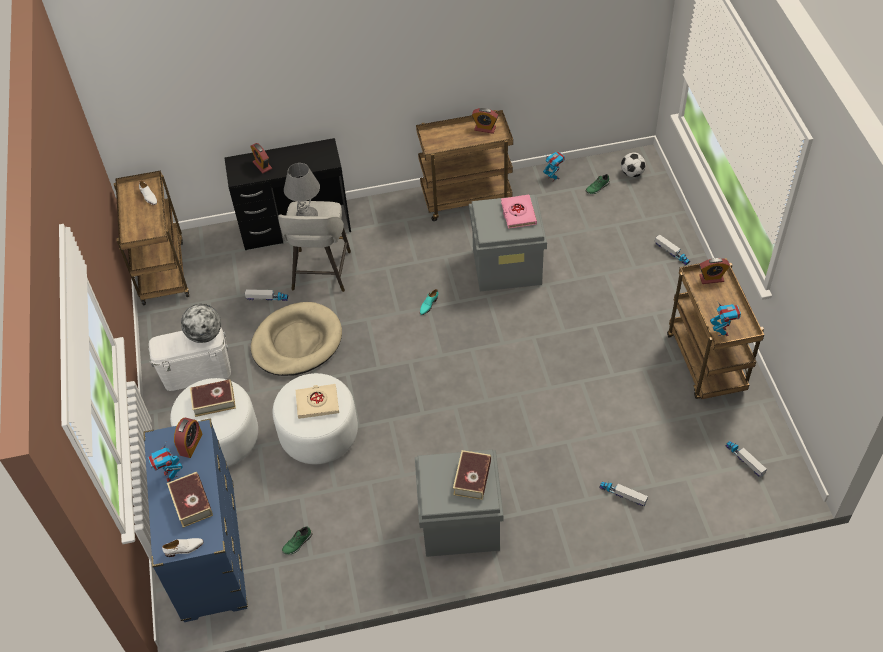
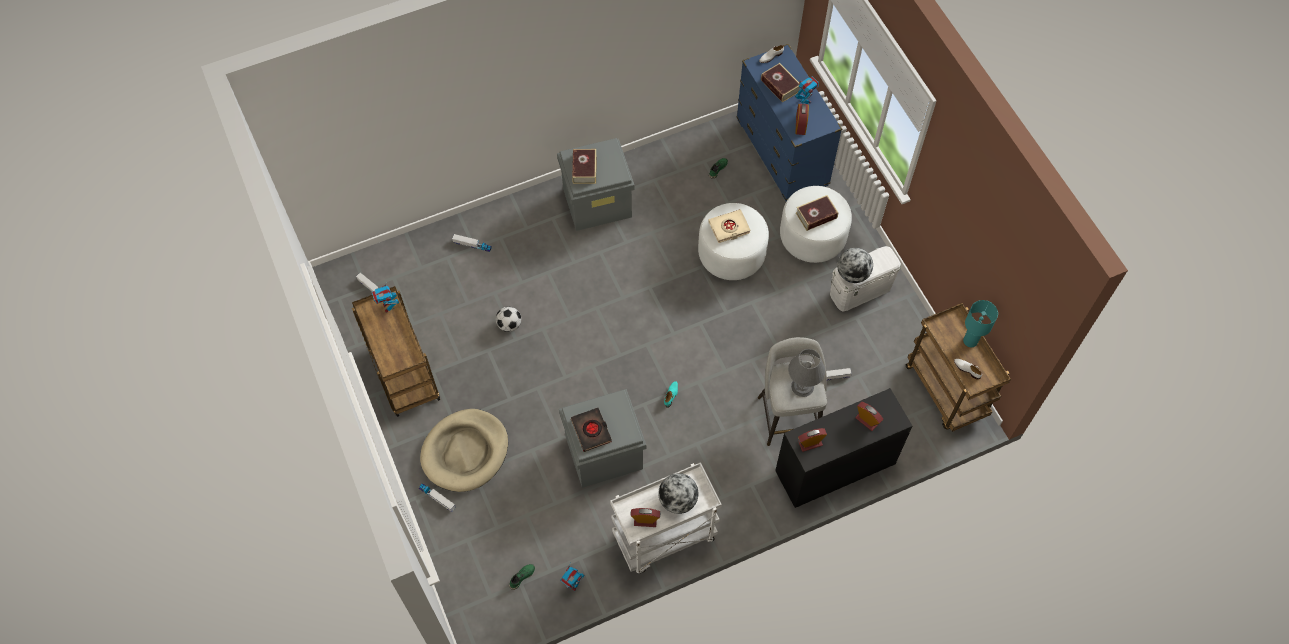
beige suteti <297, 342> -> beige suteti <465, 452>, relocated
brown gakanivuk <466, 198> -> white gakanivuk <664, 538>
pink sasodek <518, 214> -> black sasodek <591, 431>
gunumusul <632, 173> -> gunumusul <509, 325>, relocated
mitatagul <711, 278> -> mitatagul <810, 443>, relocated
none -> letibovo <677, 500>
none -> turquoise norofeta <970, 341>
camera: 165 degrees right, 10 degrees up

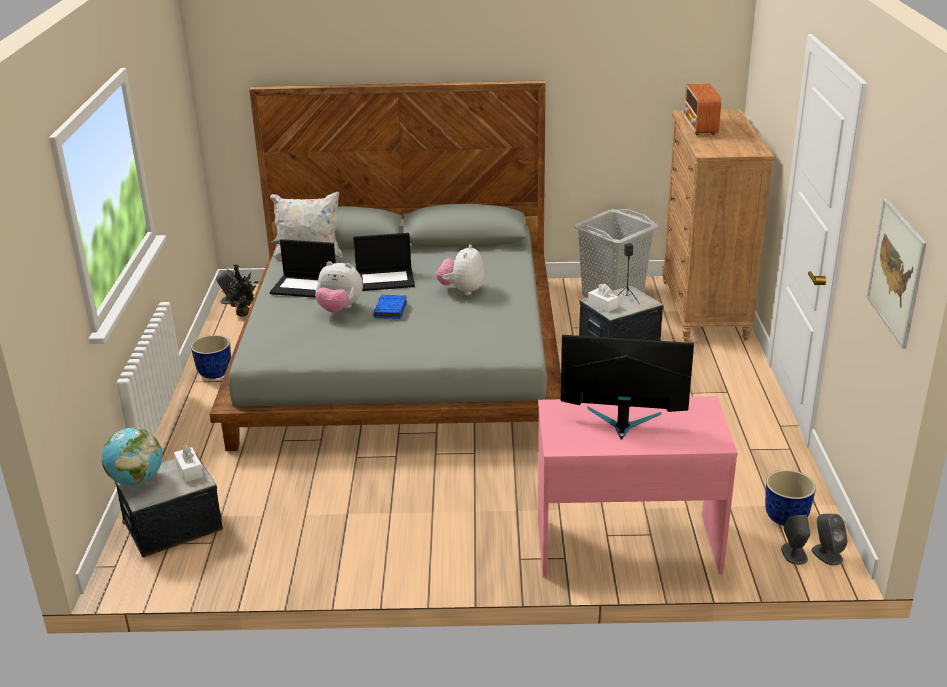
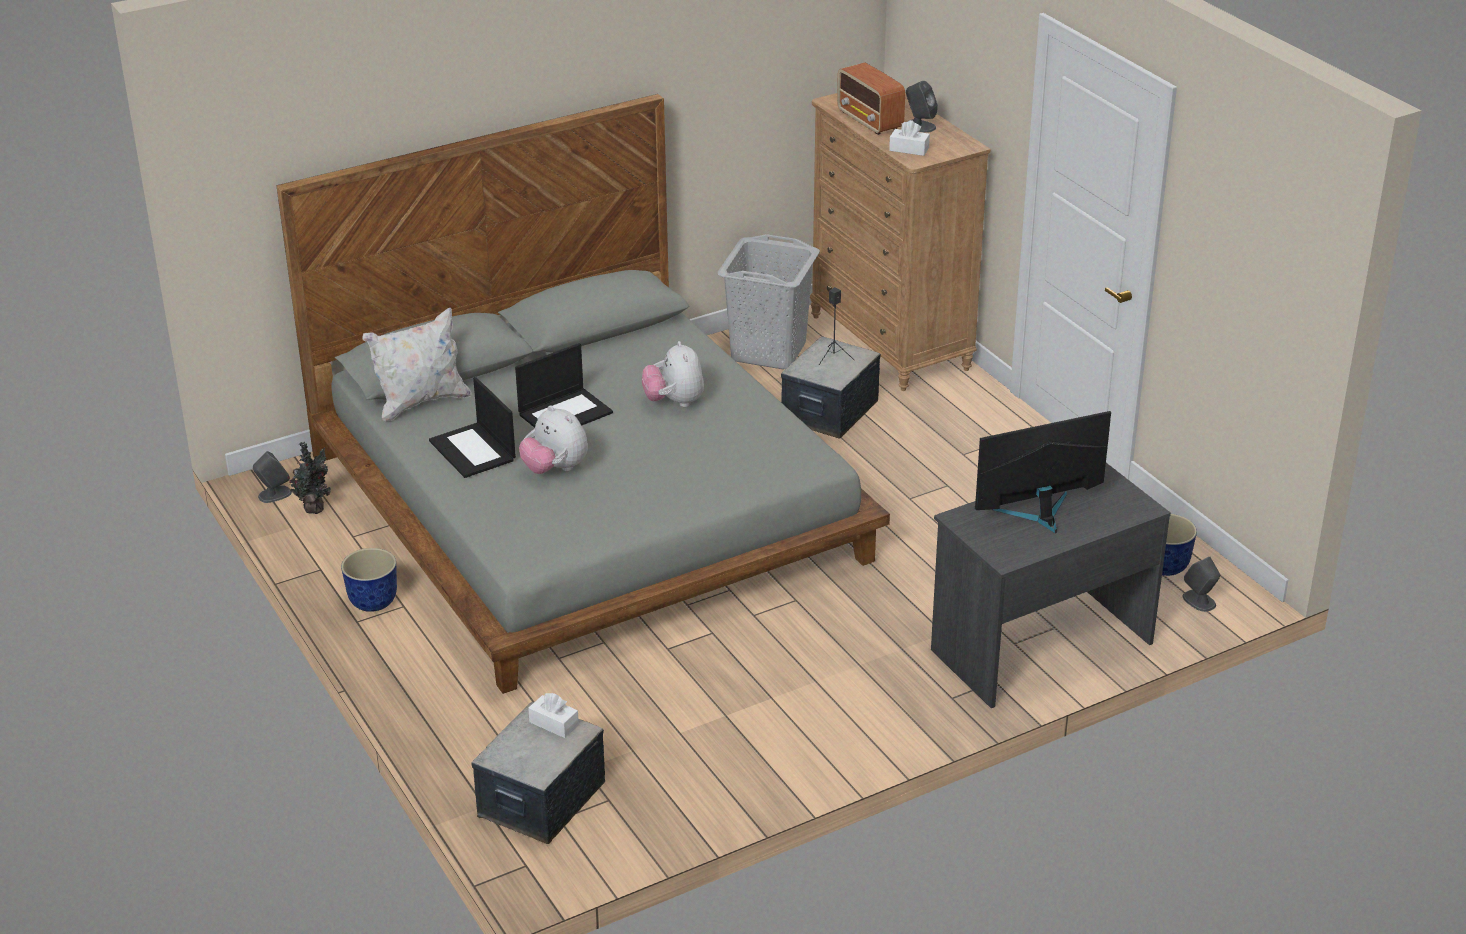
letibovo <137, 480> -> none
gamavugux <305, 286> -> gamavugux <473, 451>, 75 degrees clockwise
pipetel <339, 309> -> pipetel <555, 469>, 60 degrees clockwise
blue sasodek <390, 310> -> none
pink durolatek <626, 543> -> grey durolatek <1039, 645>
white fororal <602, 305> -> white fororal <909, 149>, relocated
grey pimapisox <826, 554> -> grey pimapisox <919, 126>, relocated
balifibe <896, 272> -> none
camera: 30 degrees left, 5 degrees up

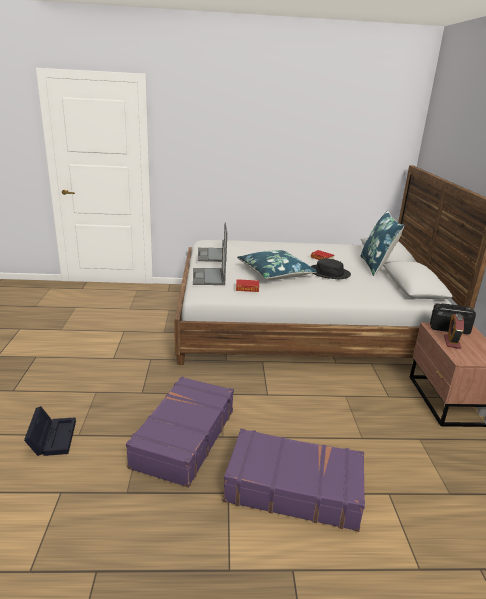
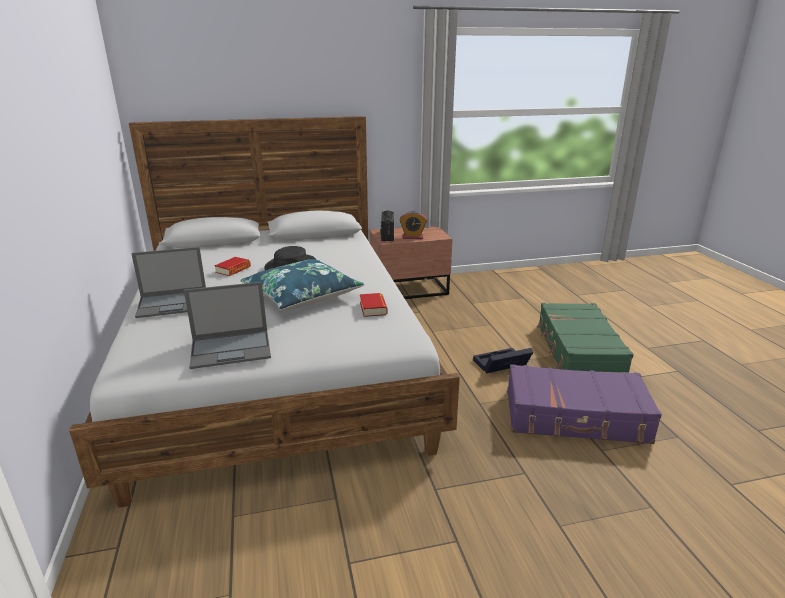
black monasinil <52, 437> -> black monasinil <500, 365>, relocated
gamavugux <208, 277> -> gamavugux <174, 303>, relocated
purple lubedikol <293, 488> -> green lubedikol <578, 351>
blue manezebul <376, 266> -> none
camera: 100 degrees left, 0 degrees up

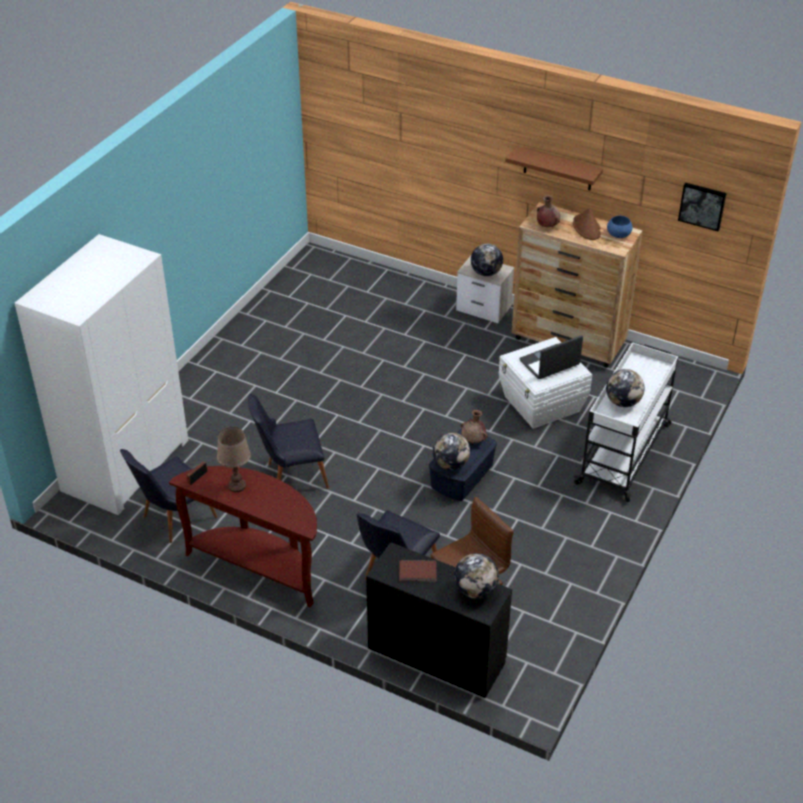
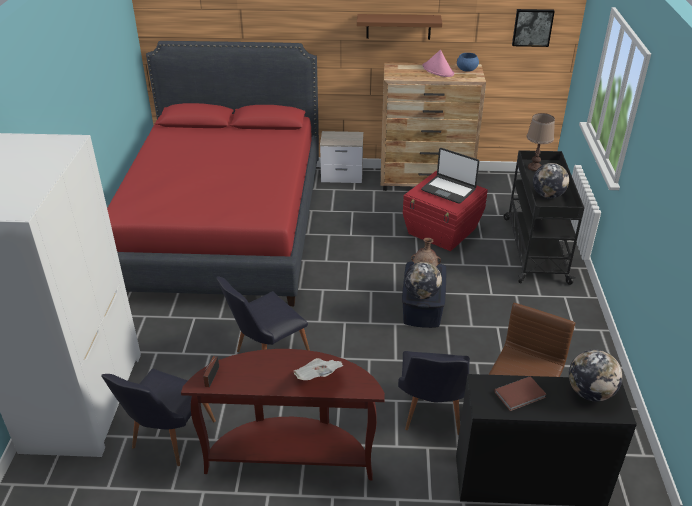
brown norofeta <236, 486> -> brown norofeta <534, 167>, relocated
letibovo <486, 273> -> none
white monasinil <541, 404> -> red monasinil <442, 231>
gamavugux <549, 363> -> gamavugux <448, 190>, 90 degrees counterclockwise
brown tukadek <547, 226> -> none
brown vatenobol <587, 228> -> pink vatenobol <438, 70>
white gakanivuk <624, 453> -> black gakanivuk <535, 249>
none -> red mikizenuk <224, 227>
none -> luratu <318, 378>
camera: 25 degrees left, 5 degrees down

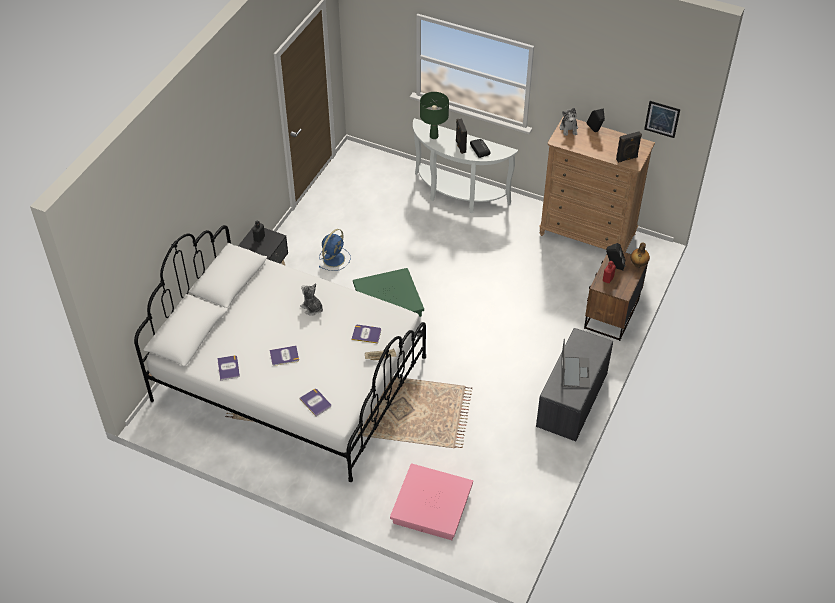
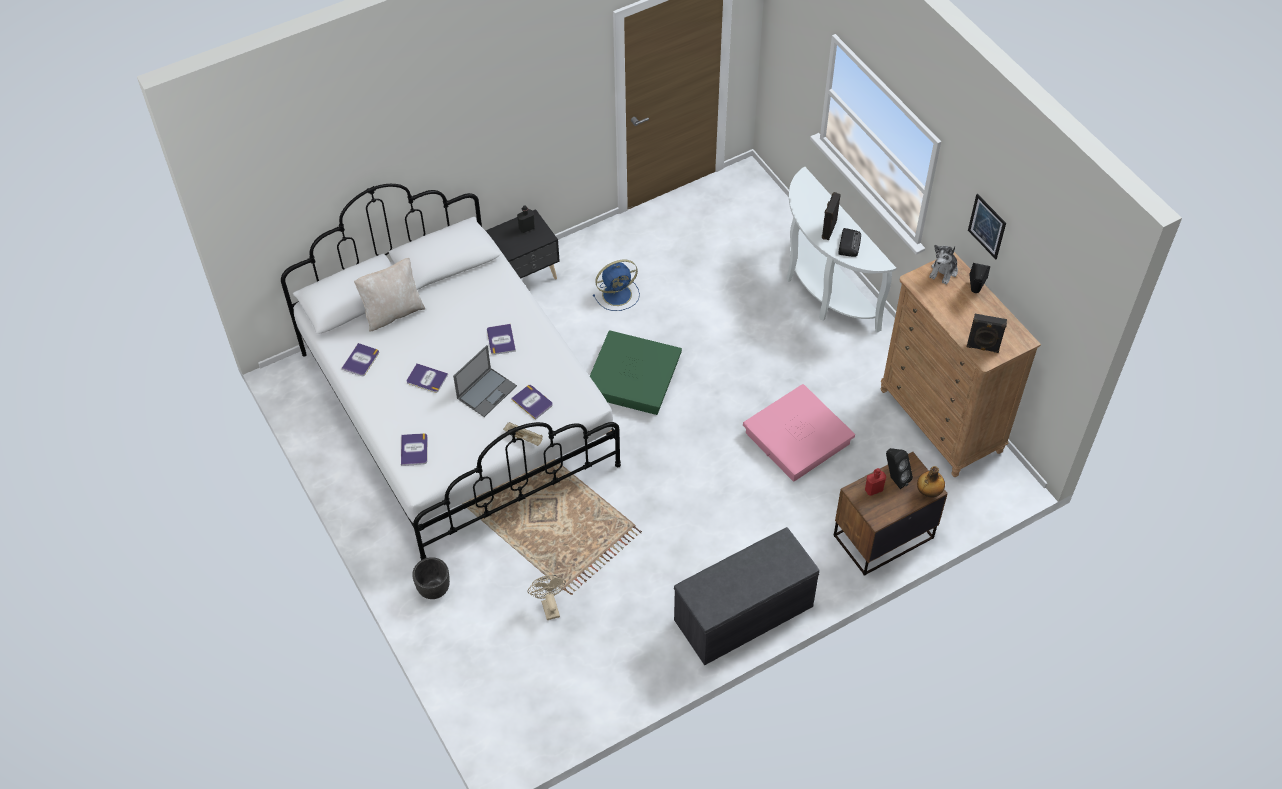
pipetel <312, 308> -> sasodek <501, 340>
pink monasinil <431, 506> -> pink monasinil <797, 438>, relocated
green norofeta <434, 136> -> none
gamavugux <575, 372> -> gamavugux <487, 391>, relocated
balifibe <662, 119> -> balifibe <987, 226>, relocated
none -> beige manezebul <393, 312>
none -> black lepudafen <433, 589>
none -> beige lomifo <549, 606>
camera: 35 degrees right, 5 degrees up

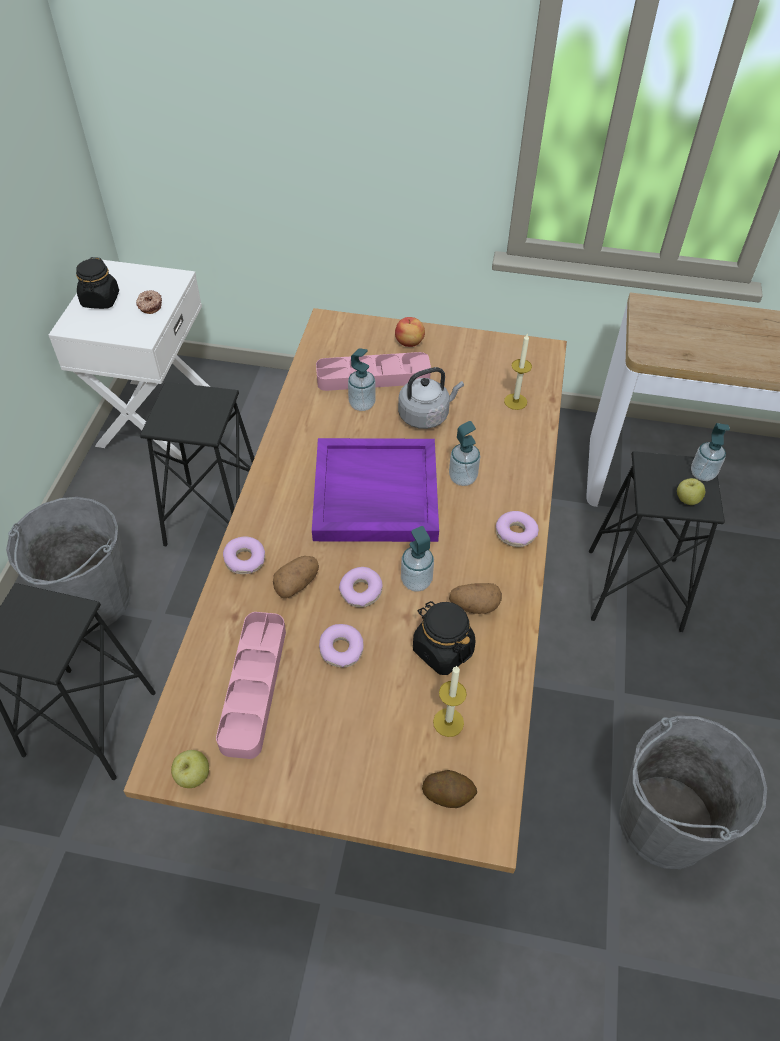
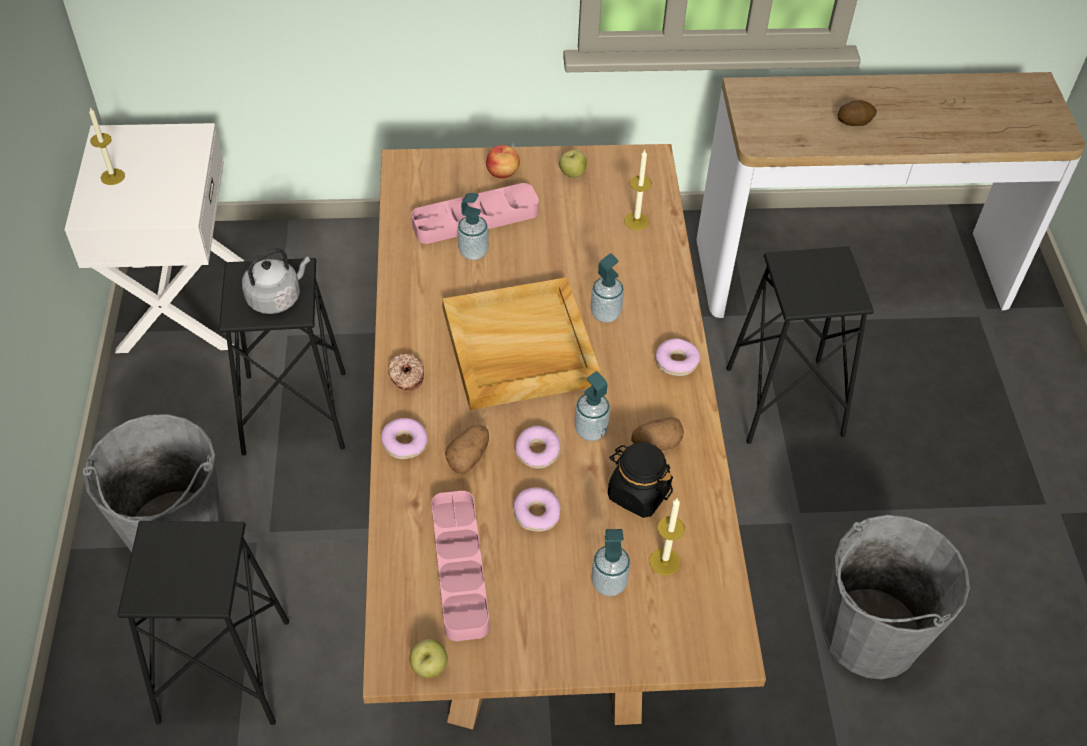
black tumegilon <100, 300> -> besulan <112, 176>
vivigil <149, 306> -> vivigil <406, 376>, relocated
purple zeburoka <374, 494> -> beige zeburoka <519, 348>
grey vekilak <426, 415> -> grey vekilak <277, 297>, relocated
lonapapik <448, 794> -> lonapapik <854, 121>, relocated
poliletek <687, 500> -> poliletek <572, 173>, relocated
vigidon <702, 473> -> vigidon <609, 583>, relocated
camera: 15 degrees left, 0 degrees up

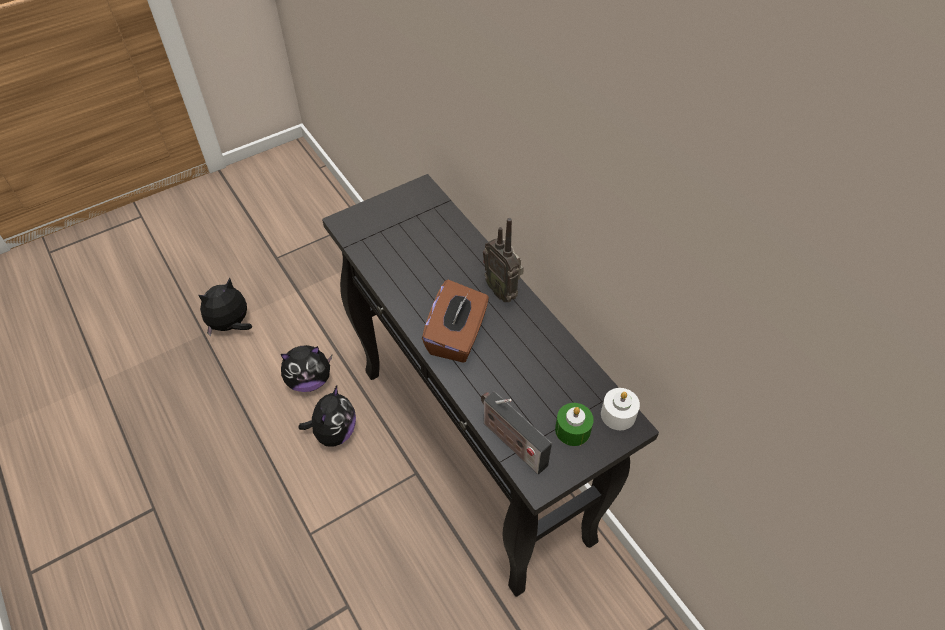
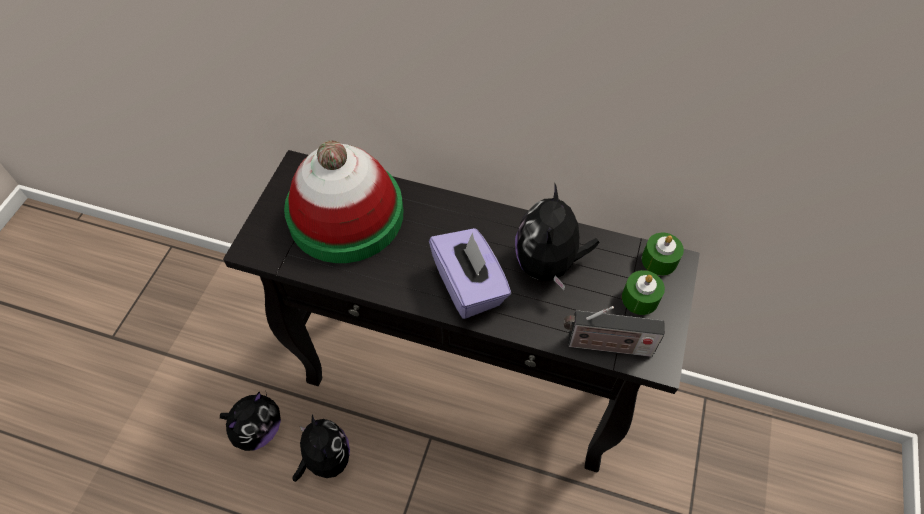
pipetel <231, 325> -> pipetel <548, 264>, relocated
brown fororal <457, 336> -> purple fororal <469, 286>
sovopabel <503, 291> -> none
white besulan <618, 415> -> green besulan <659, 260>
none -> vatenobol <346, 214>
camera: 40 degrees left, 5 degrees up

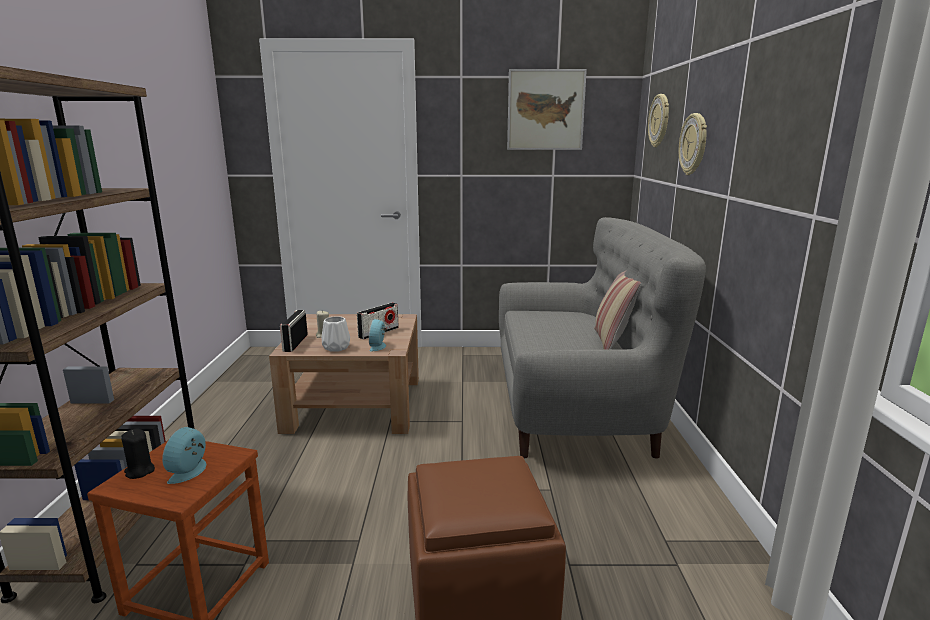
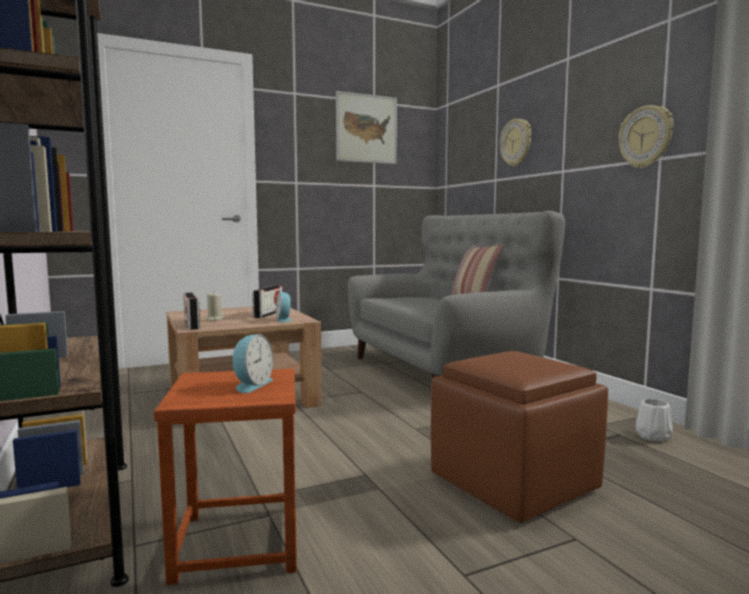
black besulan <139, 471> -> none
mitatagul <190, 471> -> mitatagul <251, 385>, 150 degrees counterclockwise
white tukadek <336, 347> -> white tukadek <651, 436>, relocated
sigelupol <660, 120> -> sigelupol <646, 137>, relocated
camera: 25 degrees left, 10 degrees down

